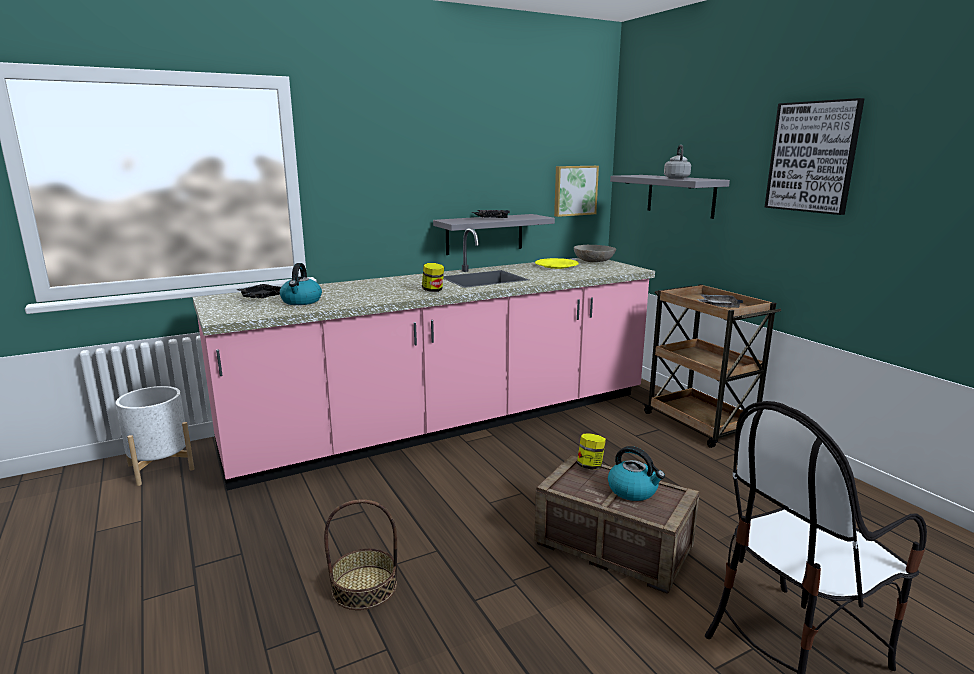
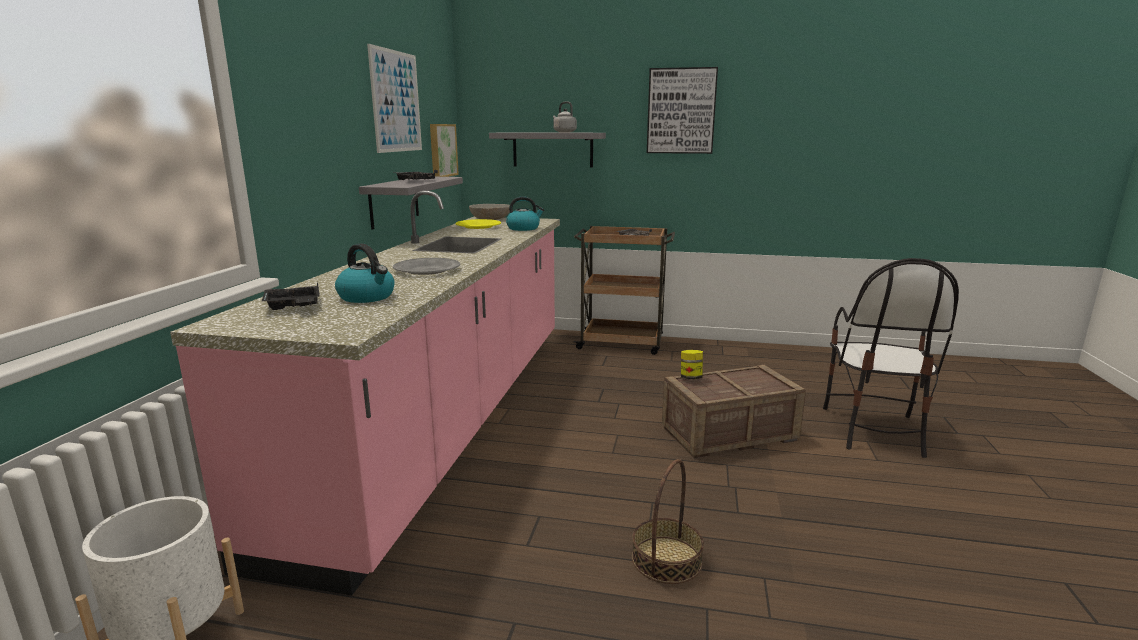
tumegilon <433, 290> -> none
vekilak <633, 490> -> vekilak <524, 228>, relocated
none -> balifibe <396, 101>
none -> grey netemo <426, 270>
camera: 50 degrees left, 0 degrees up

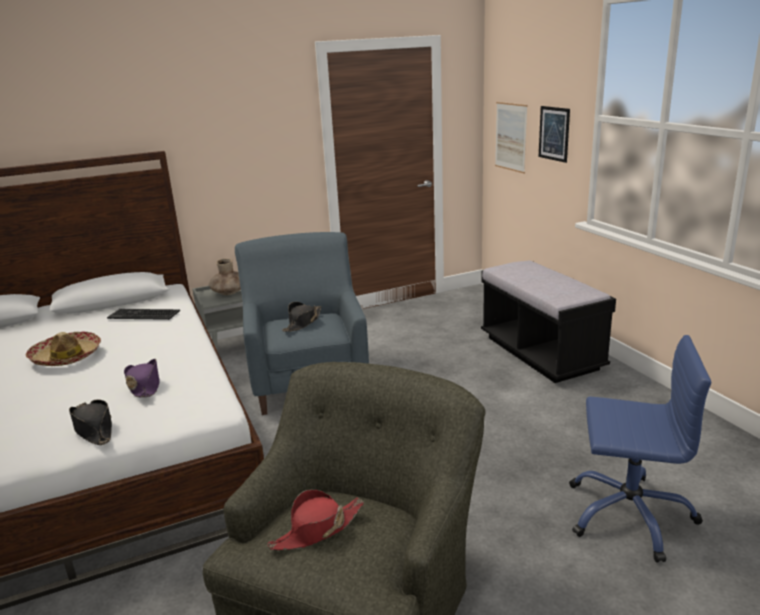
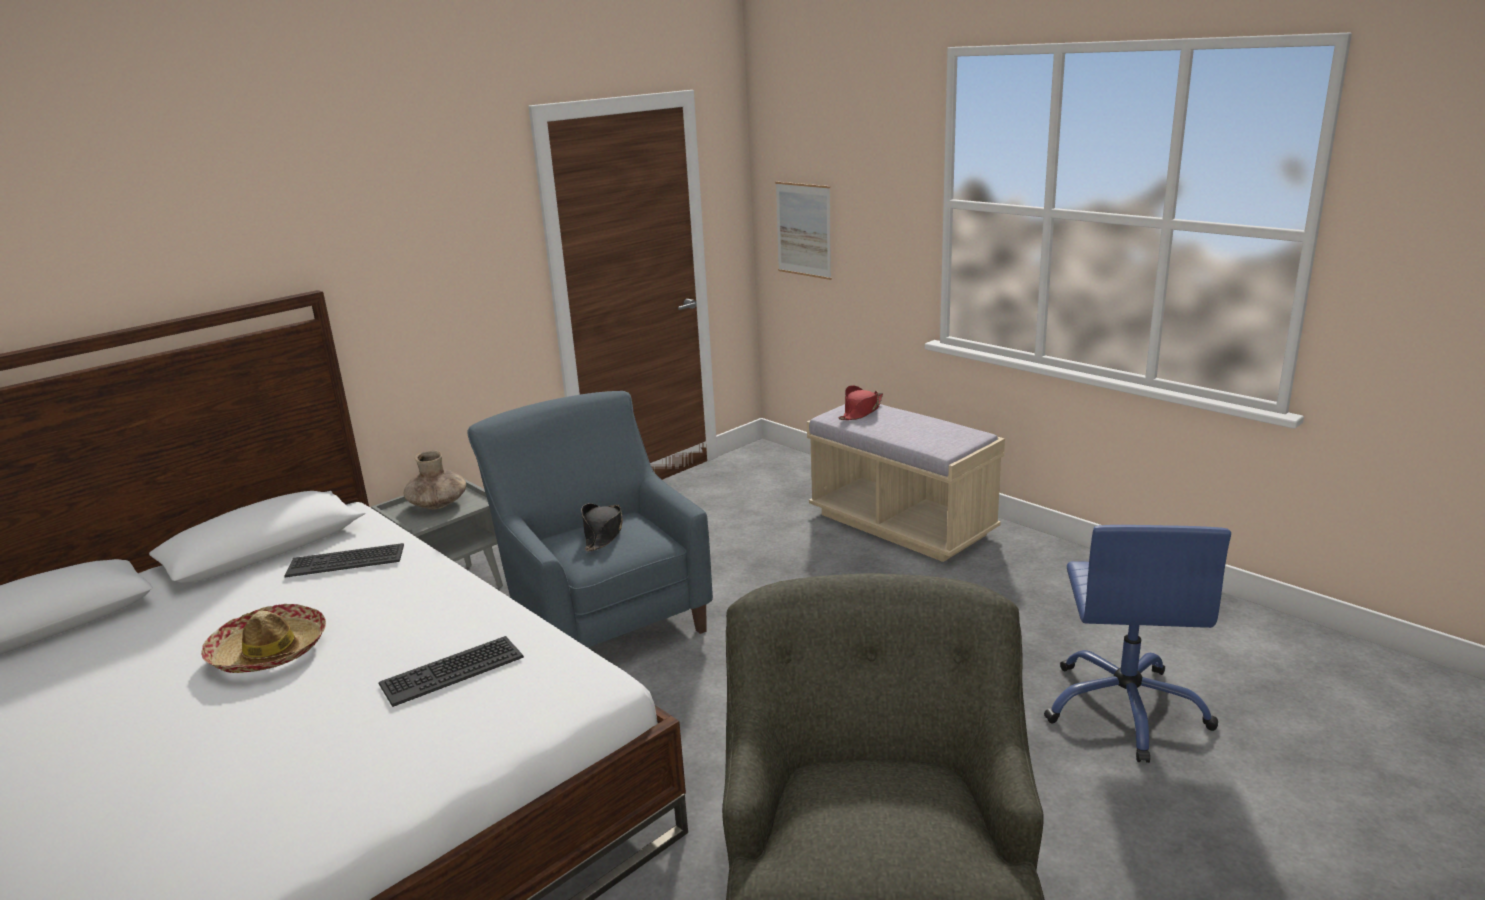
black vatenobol <93, 429> -> none
purple vatenobol <144, 385> -> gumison <452, 671>
red vatenobol <317, 530> -> red vatenobol <861, 411>, relocated
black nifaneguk <540, 353> -> beige nifaneguk <901, 524>
balifibe <554, 133> -> none
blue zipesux <629, 514> -> blue zipesux <1125, 709>, 105 degrees clockwise
camera: 20 degrees left, 0 degrees up

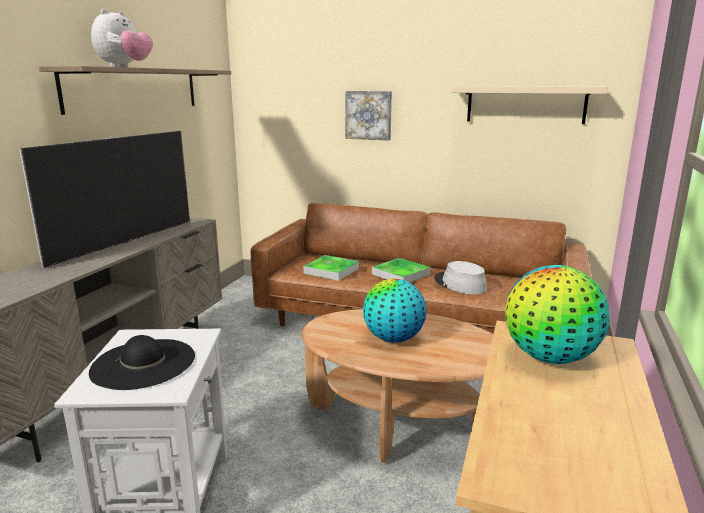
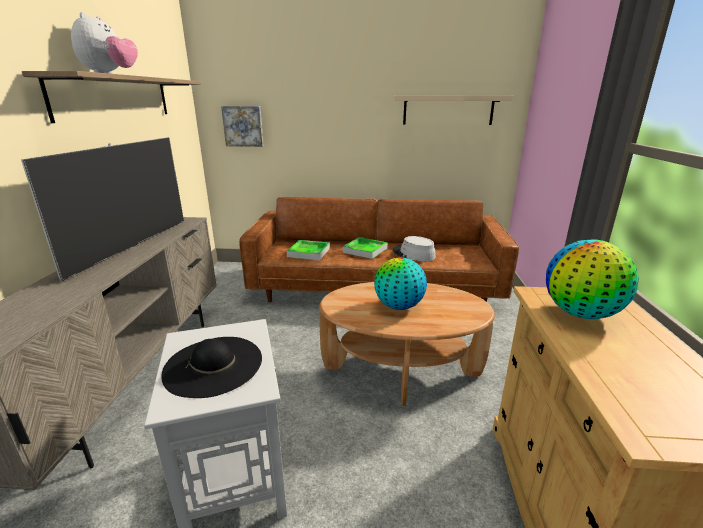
balifibe <369, 115> -> balifibe <243, 126>, relocated
camera: 15 degrees left, 5 degrees up

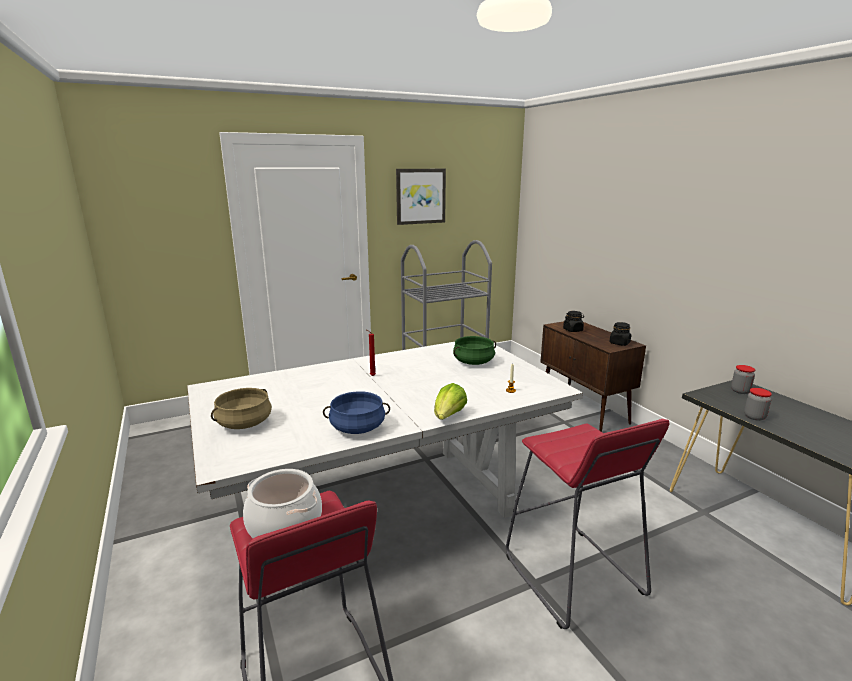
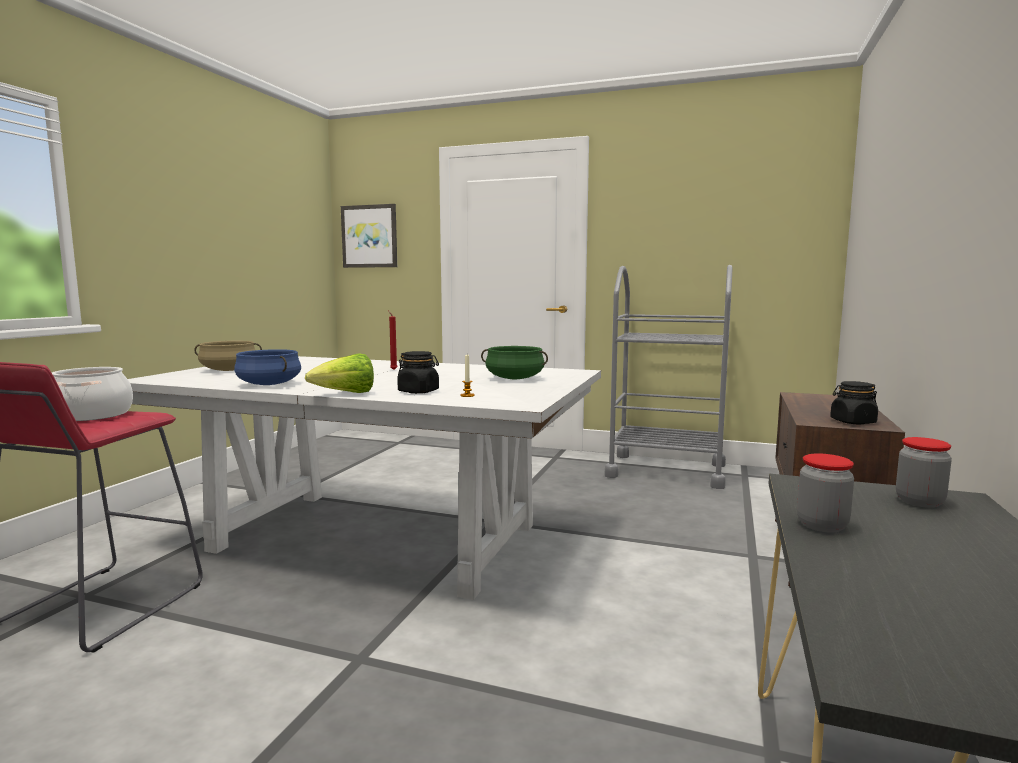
balifibe <420, 196> -> balifibe <369, 236>, relocated
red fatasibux <572, 576> -> none
black tumegilon <573, 330> -> black tumegilon <418, 391>, relocated
camera: 45 degrees right, 10 degrees down

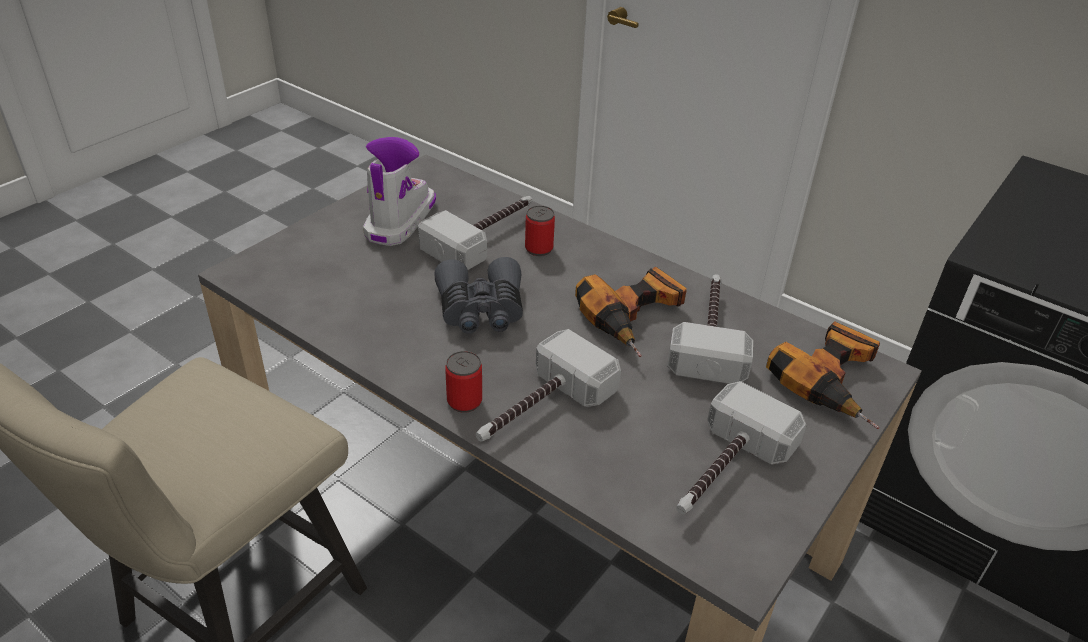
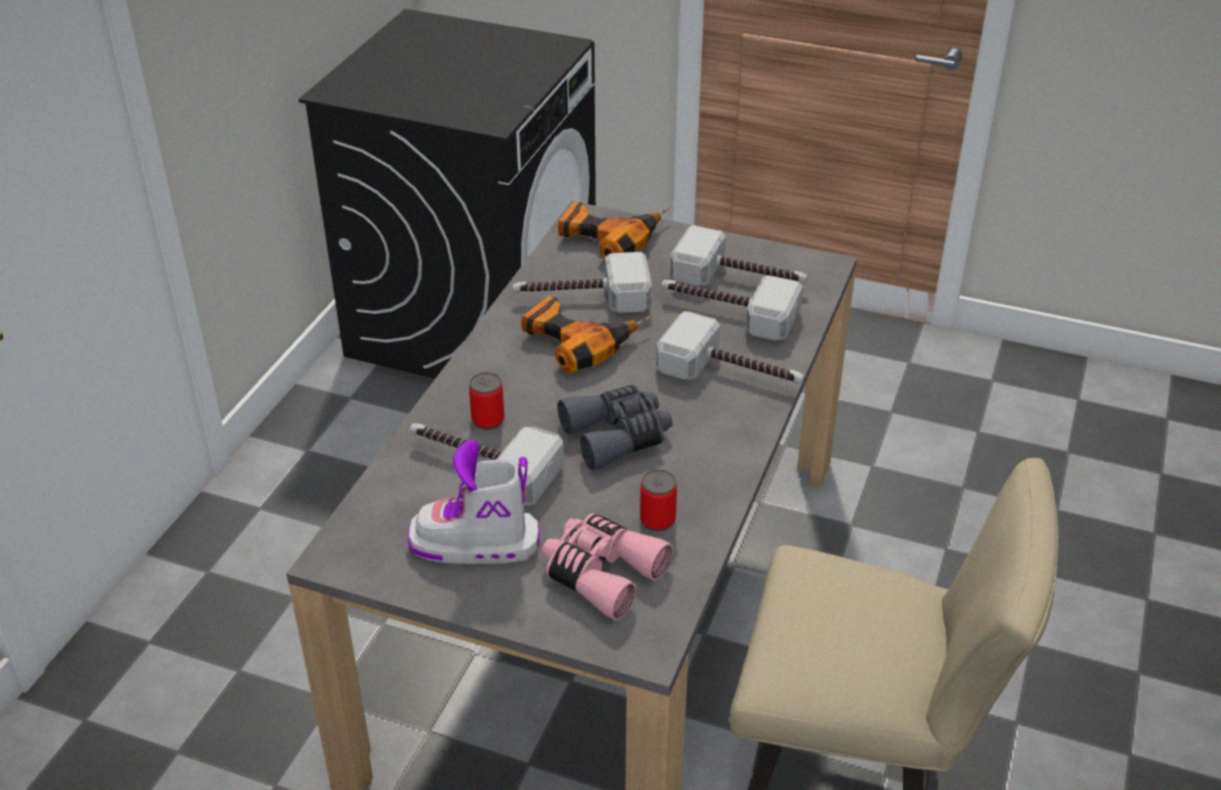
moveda <464, 401> -> moveda <657, 520>, relocated
none -> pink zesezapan <601, 573>
none -> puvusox <727, 312>
camera: 105 degrees left, 0 degrees up

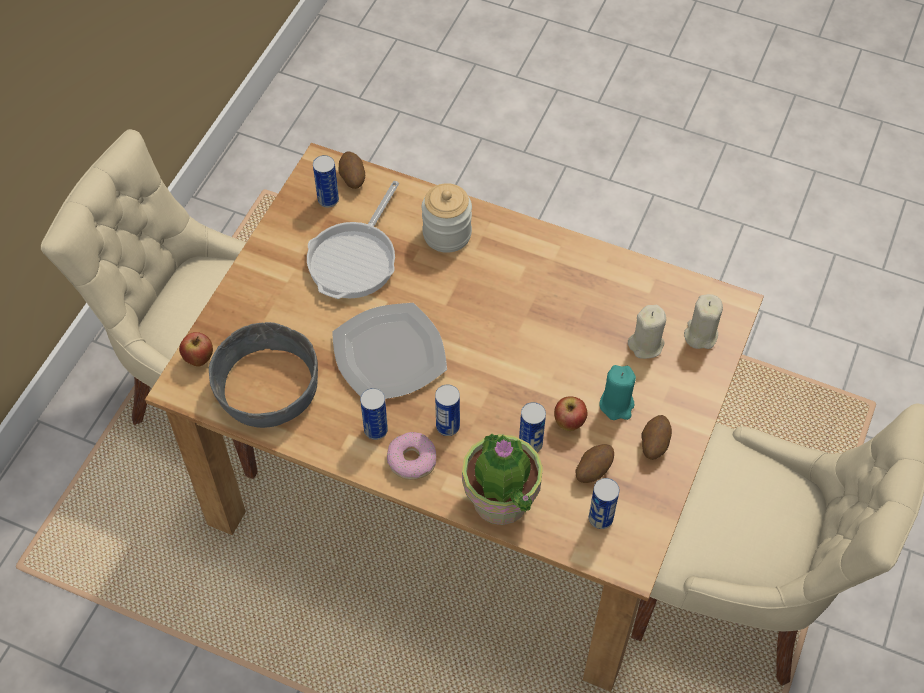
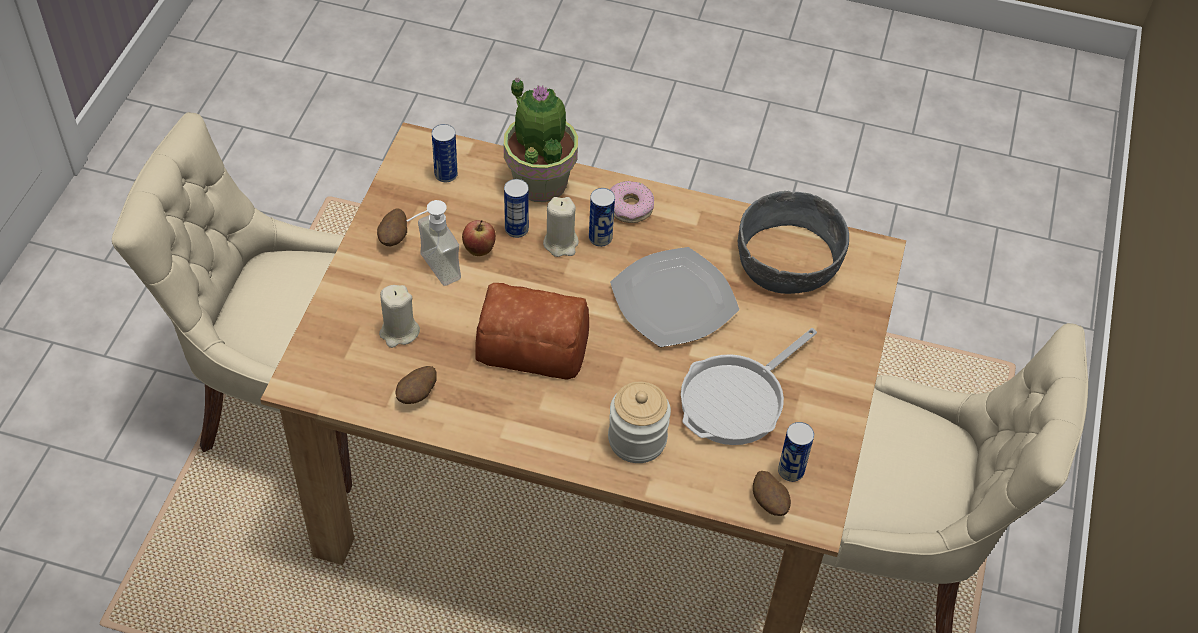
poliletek <199, 359> -> none
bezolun <355, 259> -> bezolun <737, 400>, 150 degrees counterclockwise
moveda <376, 430> -> none
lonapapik <593, 470> -> lonapapik <417, 395>, relocated
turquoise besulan <617, 405> -> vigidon <431, 270>
beige besulan <700, 335> -> beige besulan <561, 243>, relocated
none -> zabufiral <530, 343>
camera: 170 degrees right, 5 degrees down

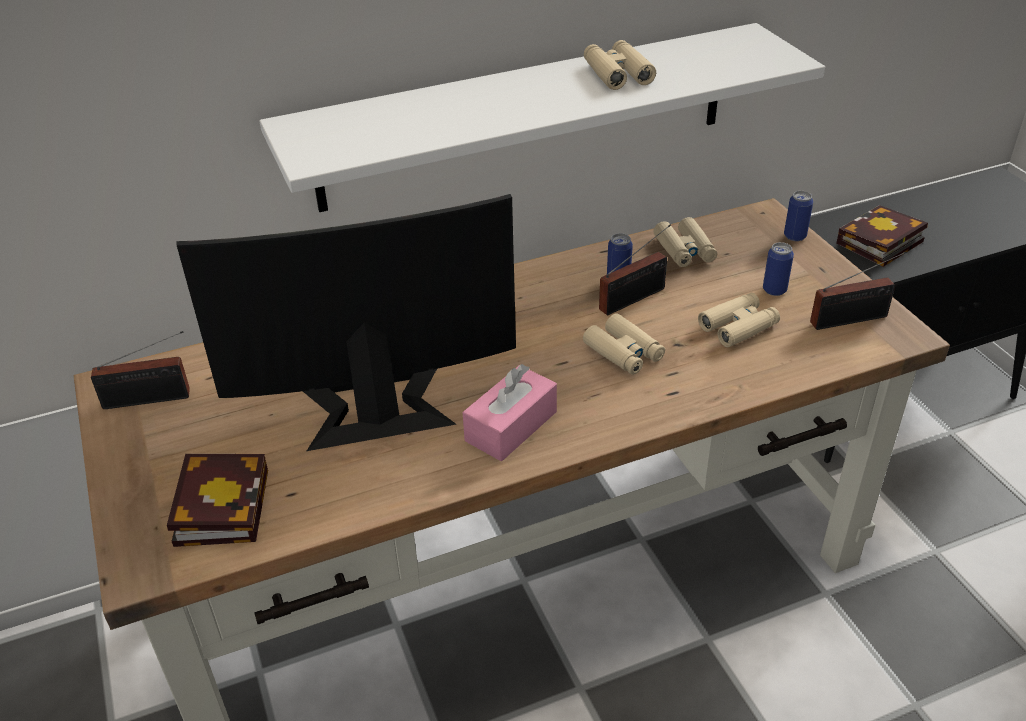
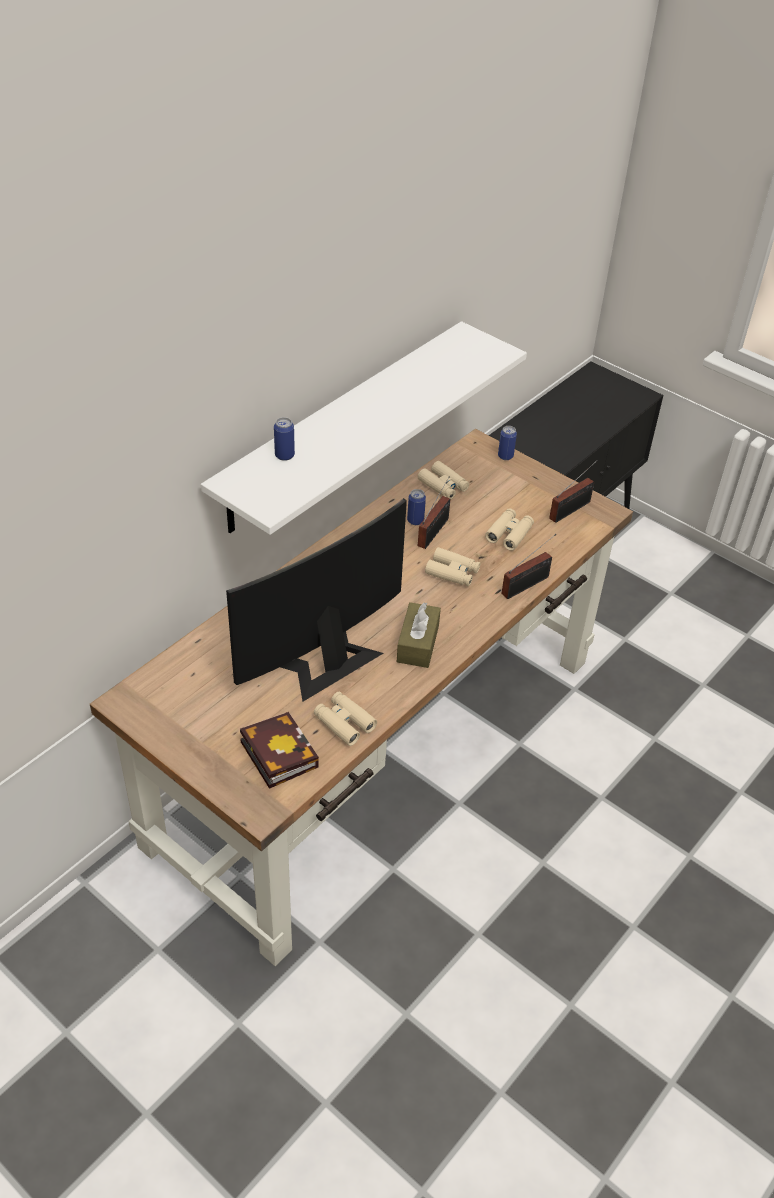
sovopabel <152, 399> -> sovopabel <528, 584>, relocated
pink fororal <511, 426> -> brown fororal <418, 643>
beige zesezapan <617, 73> -> beige zesezapan <344, 723>, relocated
moveda <774, 290> -> moveda <284, 455>, relocated
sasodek <878, 244> -> none
camera: 30 degrees left, 5 degrees up

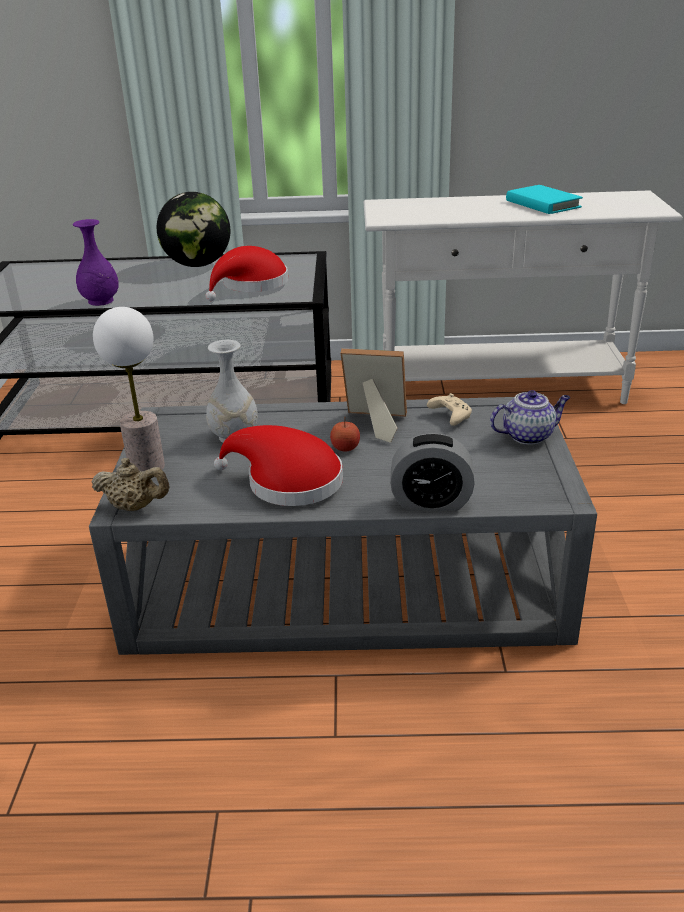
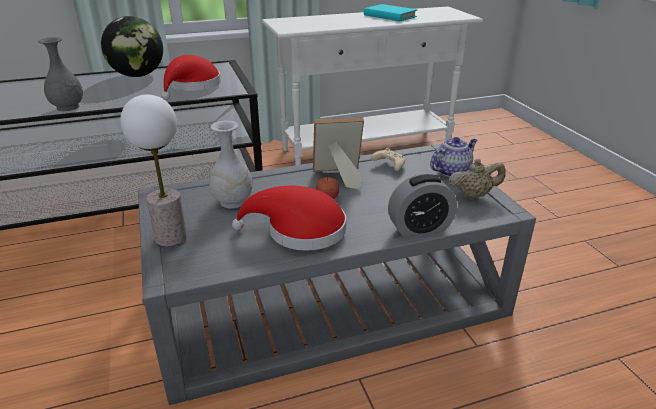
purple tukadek <100, 301> -> grey tukadek <68, 107>
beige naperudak <135, 507> -> beige naperudak <473, 195>, relocated
camera: 20 degrees left, 0 degrees up

